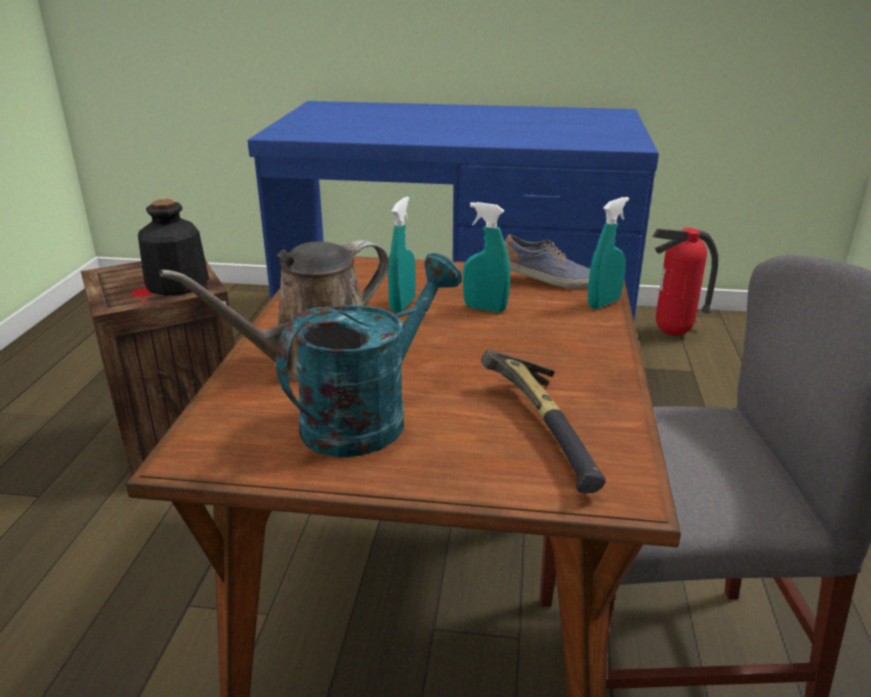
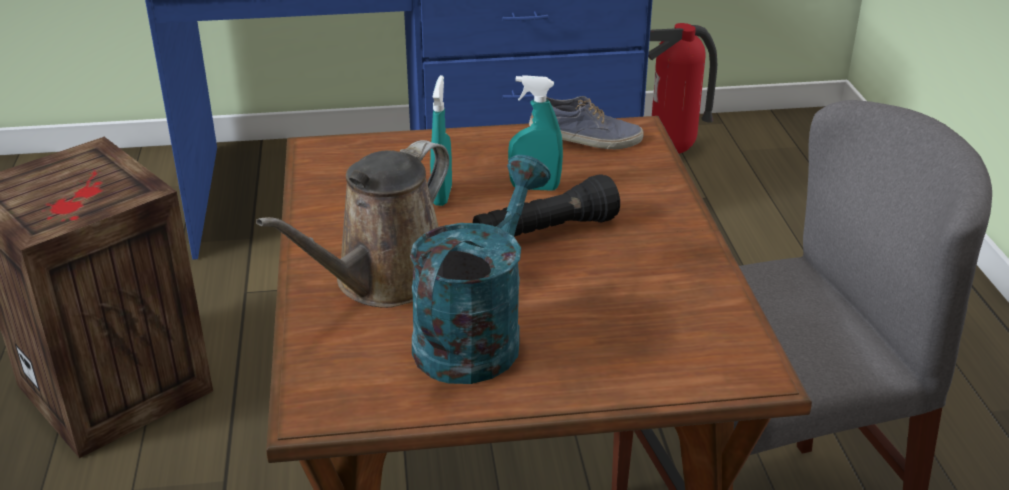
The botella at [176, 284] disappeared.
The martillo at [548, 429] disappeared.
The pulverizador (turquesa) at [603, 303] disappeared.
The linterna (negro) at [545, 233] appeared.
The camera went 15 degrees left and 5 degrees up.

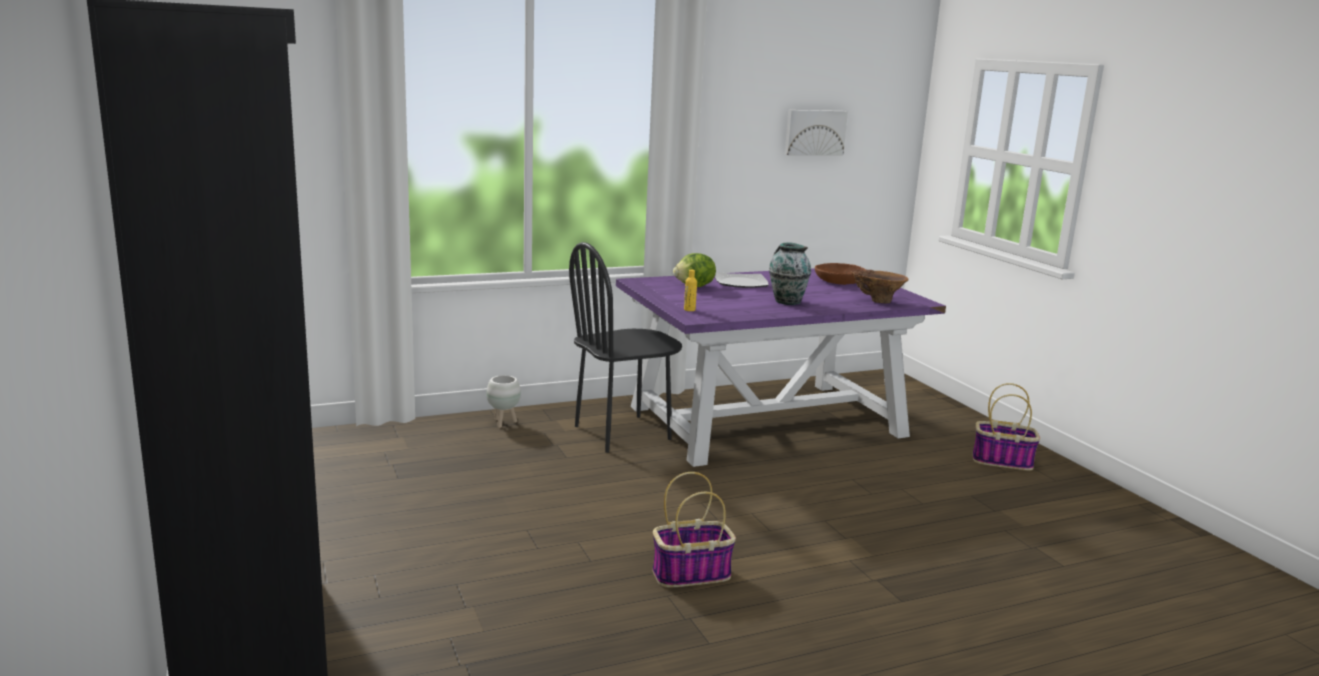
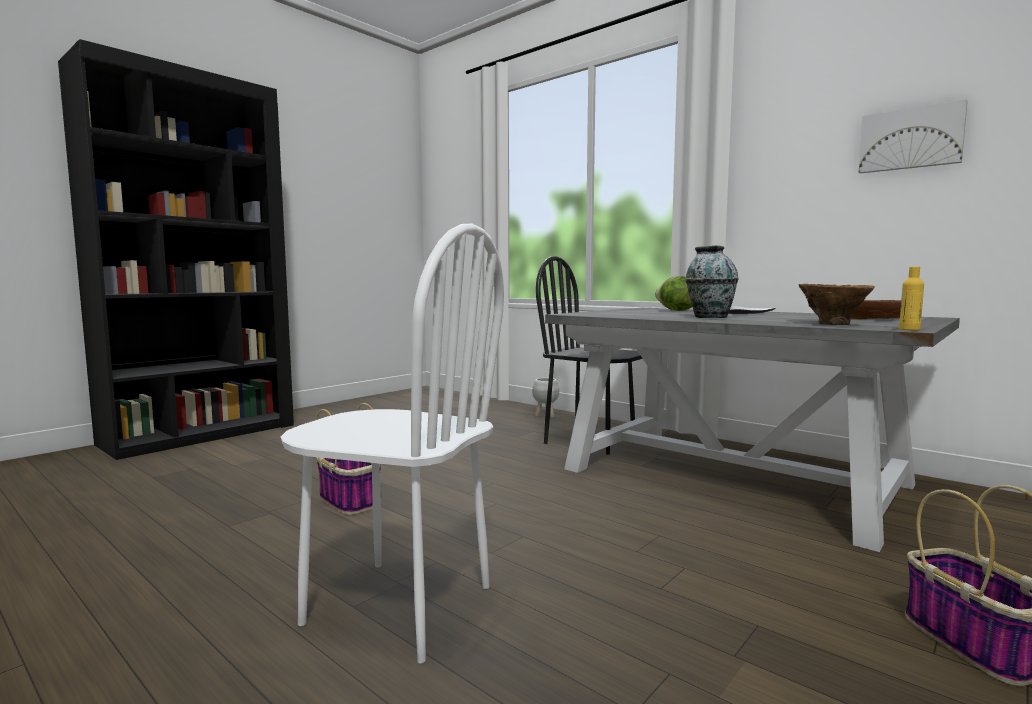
The silla (blanco) at [398, 605] appeared.
The botella (amarillo) moved from [689, 309] to [909, 329].
The mesa de comedor (morado) at [765, 421] became the mesa de comedor (gris) at [730, 476].
The camera went 65 degrees right and 10 degrees down.

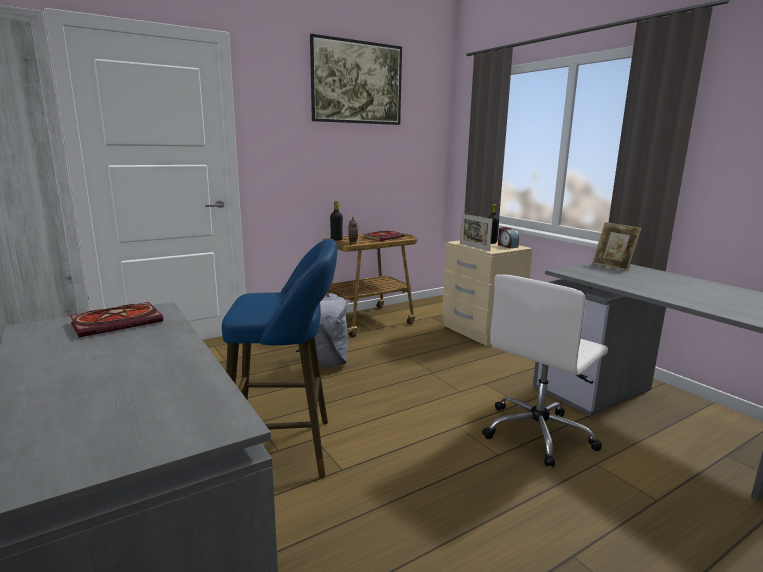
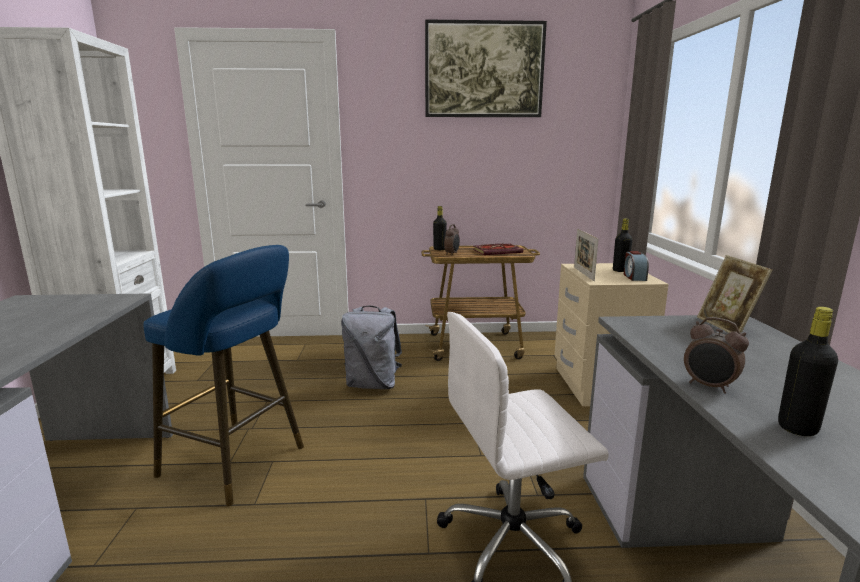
The libro at [119, 322] disappeared.
The despertador at [709, 386] appeared.
The botella (negro) at [797, 428] appeared.
The camera went 30 degrees right and 0 degrees up.

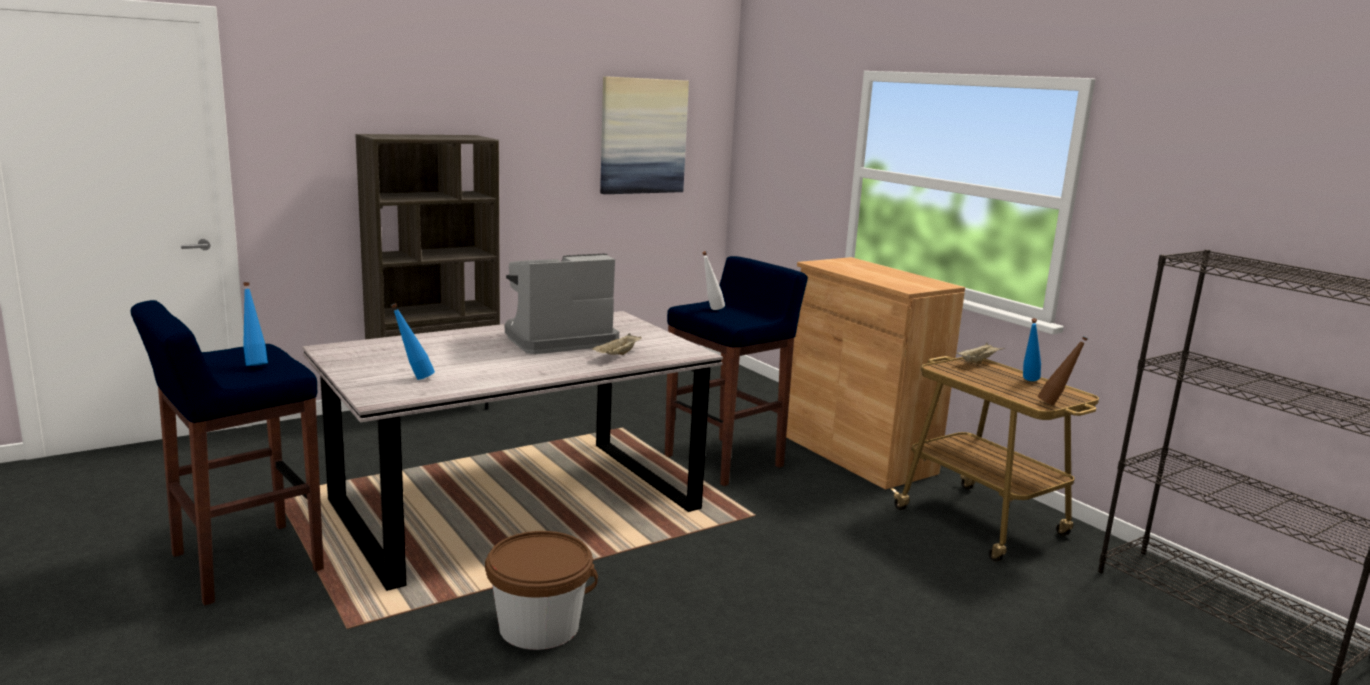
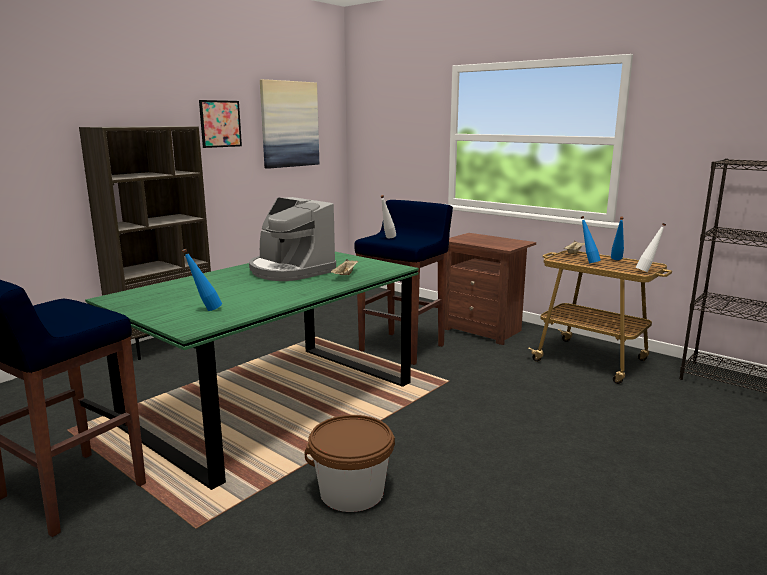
The cuadro at [220, 124] appeared.
The botella (azul) moved from [255, 364] to [588, 262].
The armario (marrón) at [857, 454] was replaced by the mesita de noche (marrón) at [484, 330].
The mesa de comedor (gris) at [517, 506] became the mesa de comedor (verde) at [275, 404].
The botella (marrón) at [1056, 404] became the botella (blanco) at [647, 271].
The cafetera at [557, 339] turned 90 degrees counterclockwise.
The camera went 15 degrees left and 0 degrees up.

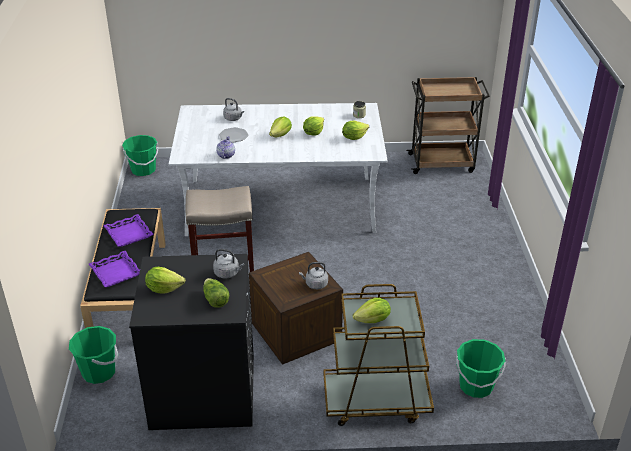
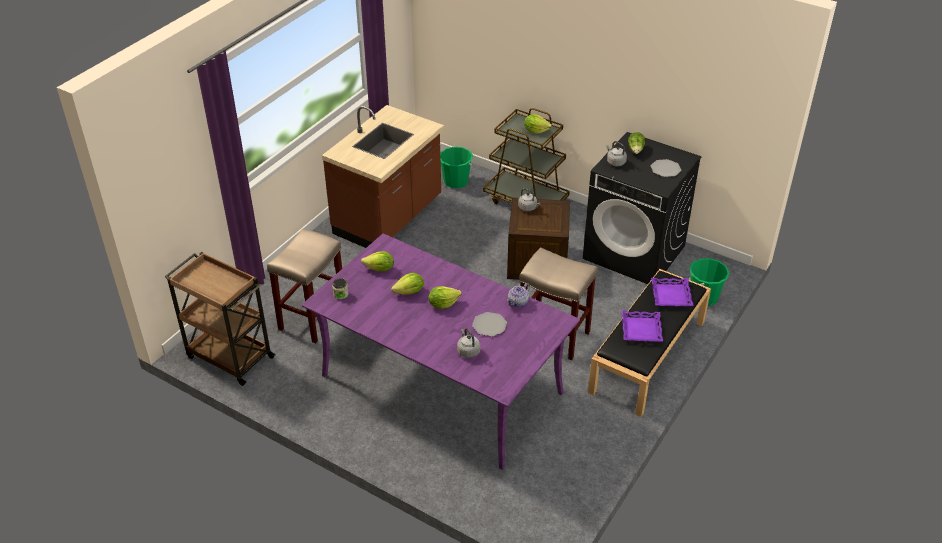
The cubo (verde) at [143, 170] disappeared.
The taburete (beis) at [313, 317] appeared.
The mueble bajo de cocina (marrón) at [389, 218] appeared.
The lechuga at [164, 288] was replaced by the plato at [665, 169].
The mesa de comedor (blanco) at [280, 206] became the mesa de comedor (morado) at [442, 384].
The camera went 145 degrees left and 5 degrees up.

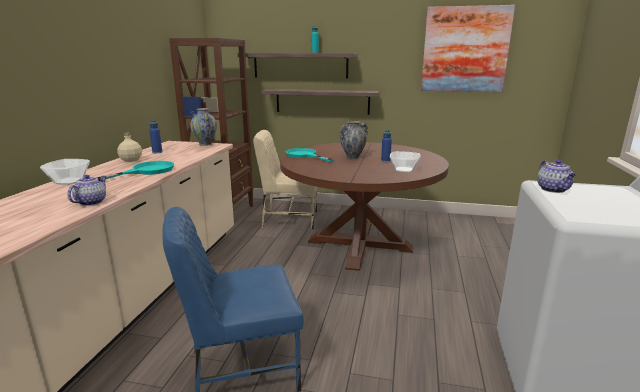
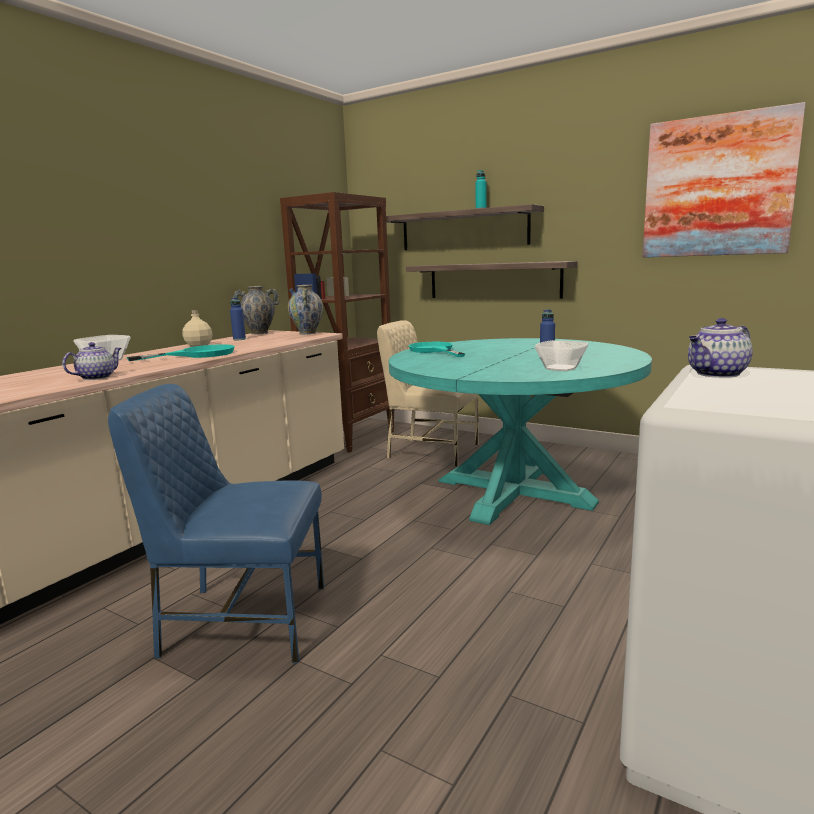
The florero moved from [352, 157] to [259, 333].
The mesa de comedor (marrón) at [359, 244] became the mesa de comedor (turquesa) at [513, 491].
The tetera at [553, 190] turned 45 degrees clockwise.
The camera went 20 degrees right and 5 degrees down.

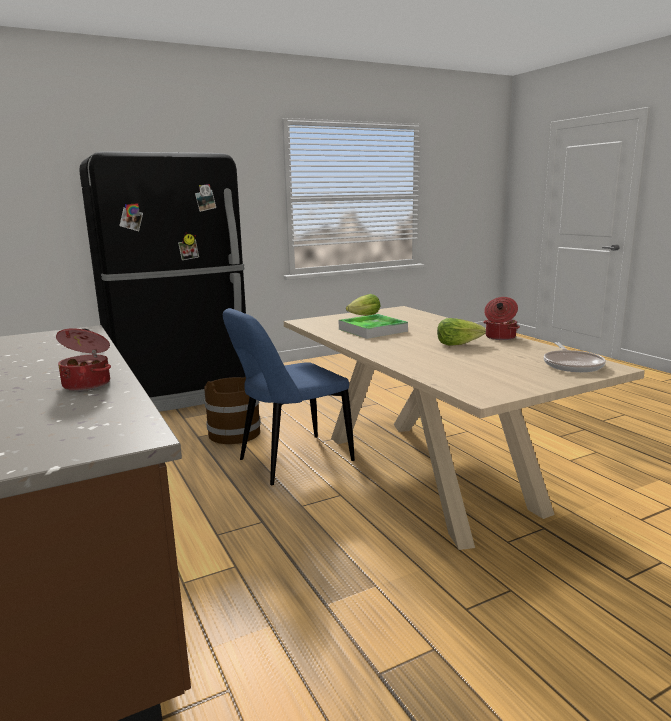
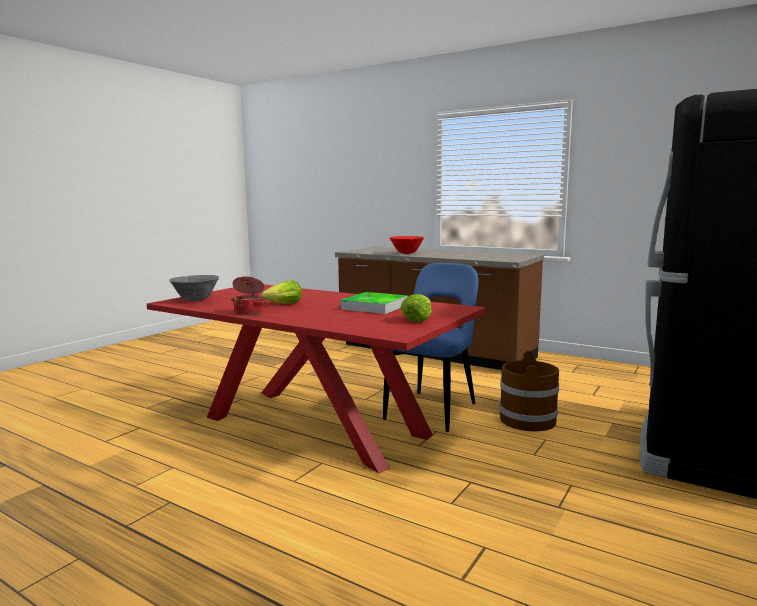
The olla at [88, 384] was replaced by the cuenco (rojo) at [407, 253].
The sartén at [572, 365] was replaced by the cuenco (gris) at [196, 300].
The mesa de comedor (beis) at [425, 471] became the mesa de comedor (rojo) at [315, 425].
The camera went 150 degrees right and 5 degrees down.

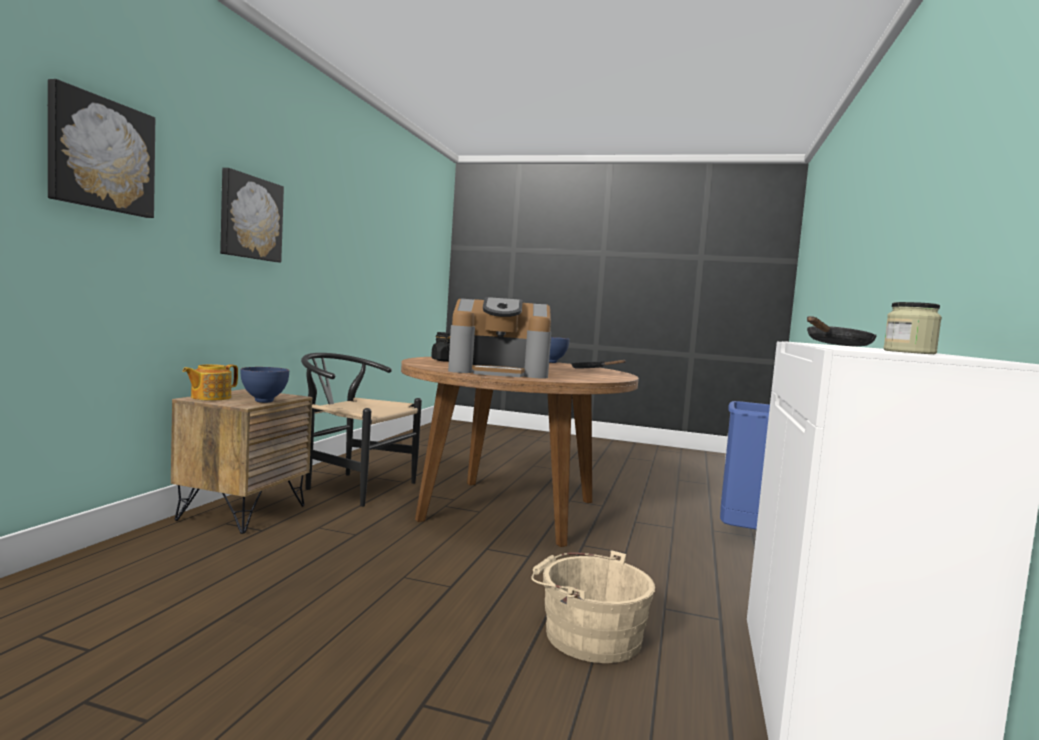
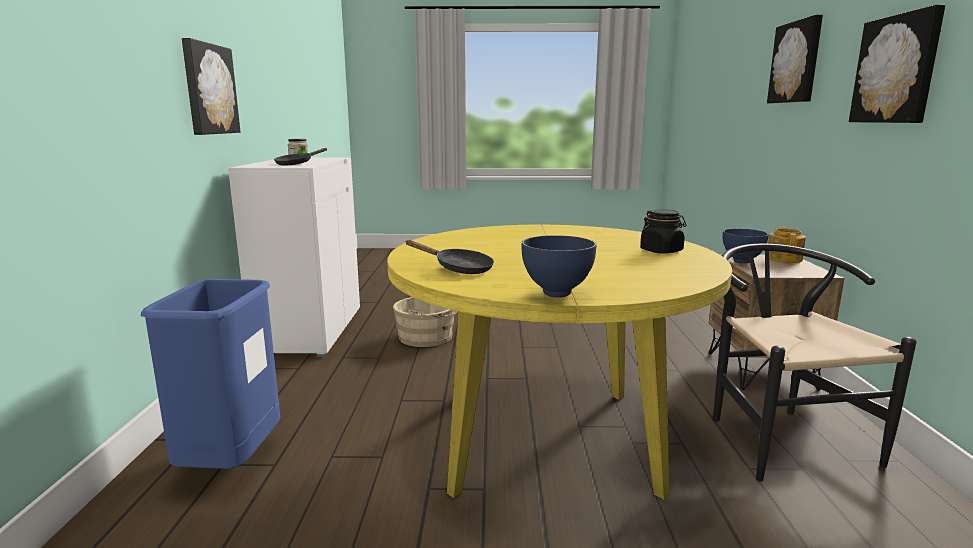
The cafetera at [499, 372] disappeared.
The cuadro at [208, 89] appeared.
The mesa de comedor (marrón) at [510, 510] became the mesa de comedor (amarillo) at [548, 438].
The silla (negro) at [352, 486] turned 105 degrees counterclockwise.
The camera went 165 degrees right and 10 degrees up.

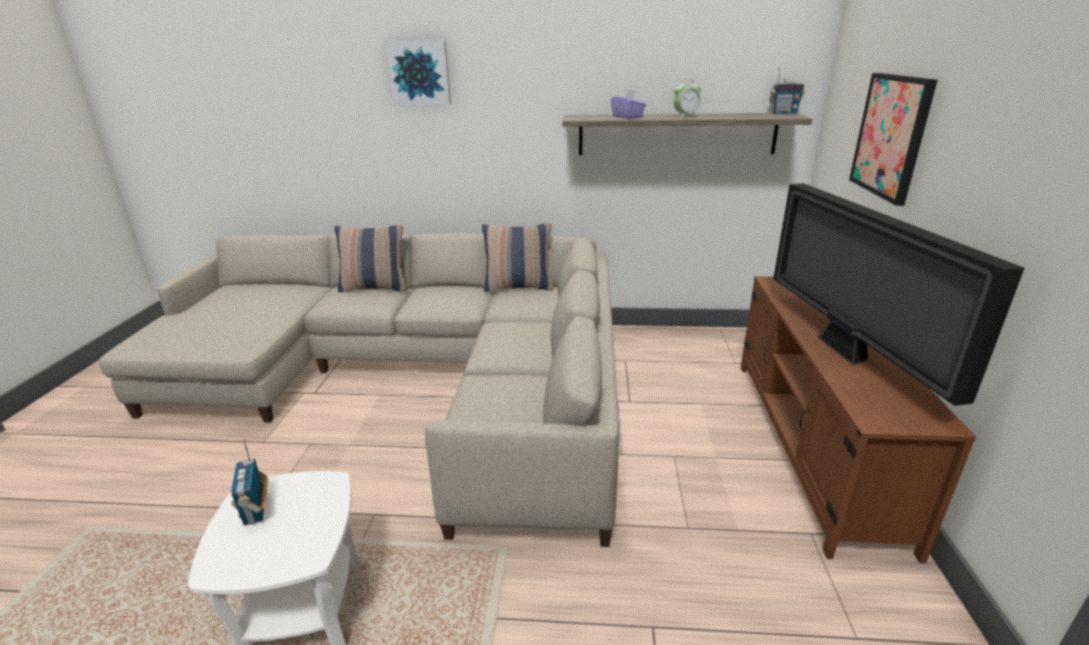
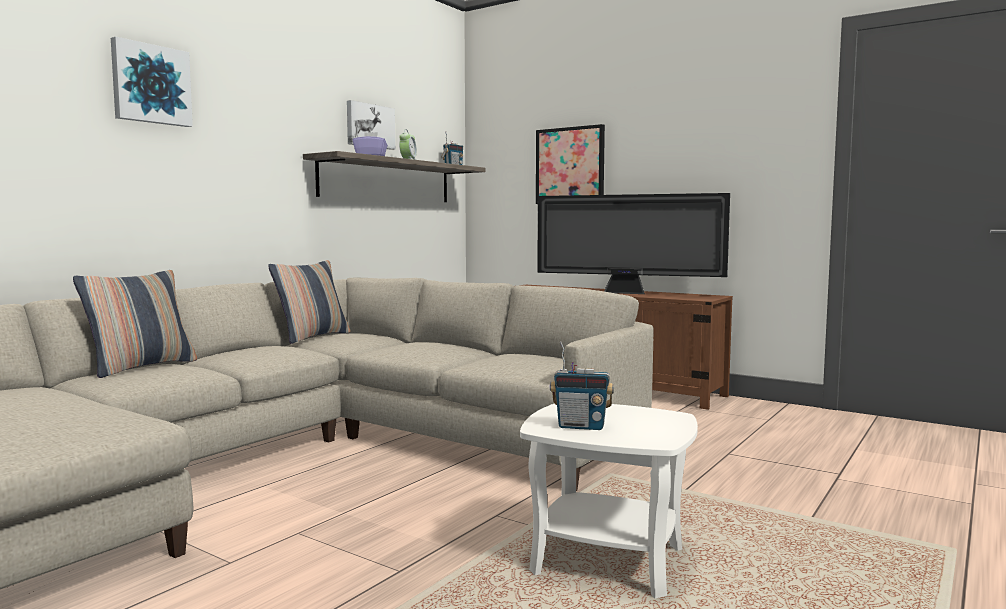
The cuadro at [369, 126] appeared.
The camera went 60 degrees left and 20 degrees down.

